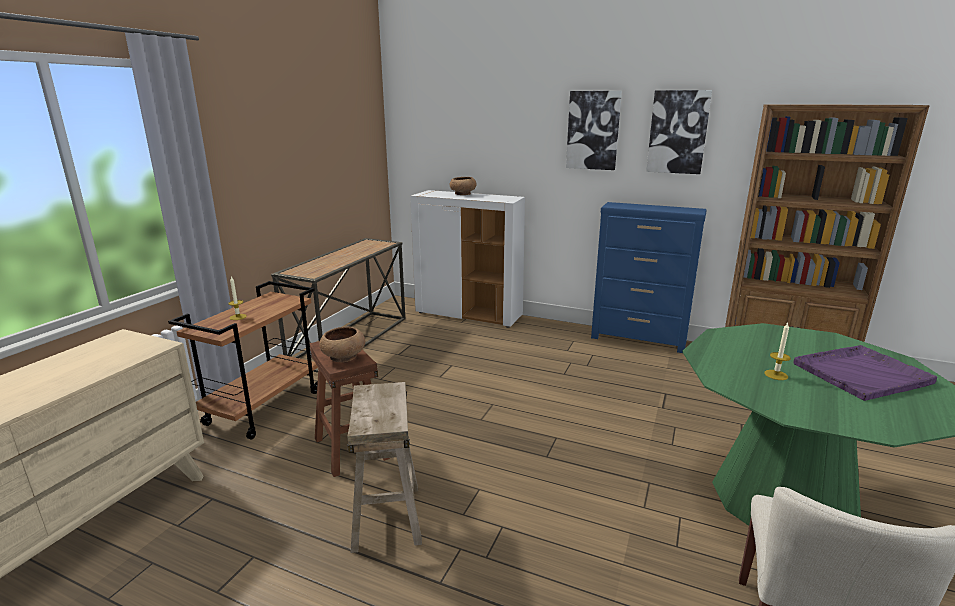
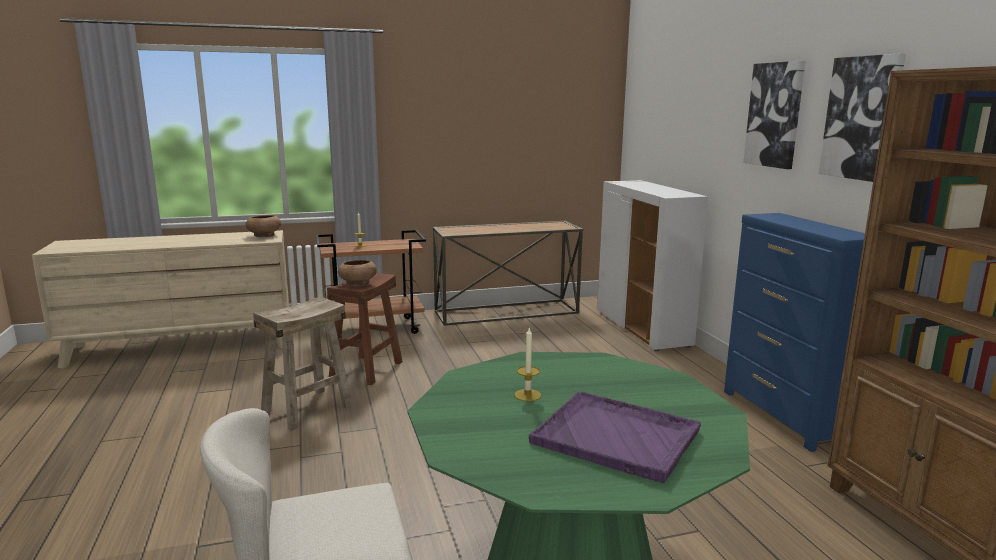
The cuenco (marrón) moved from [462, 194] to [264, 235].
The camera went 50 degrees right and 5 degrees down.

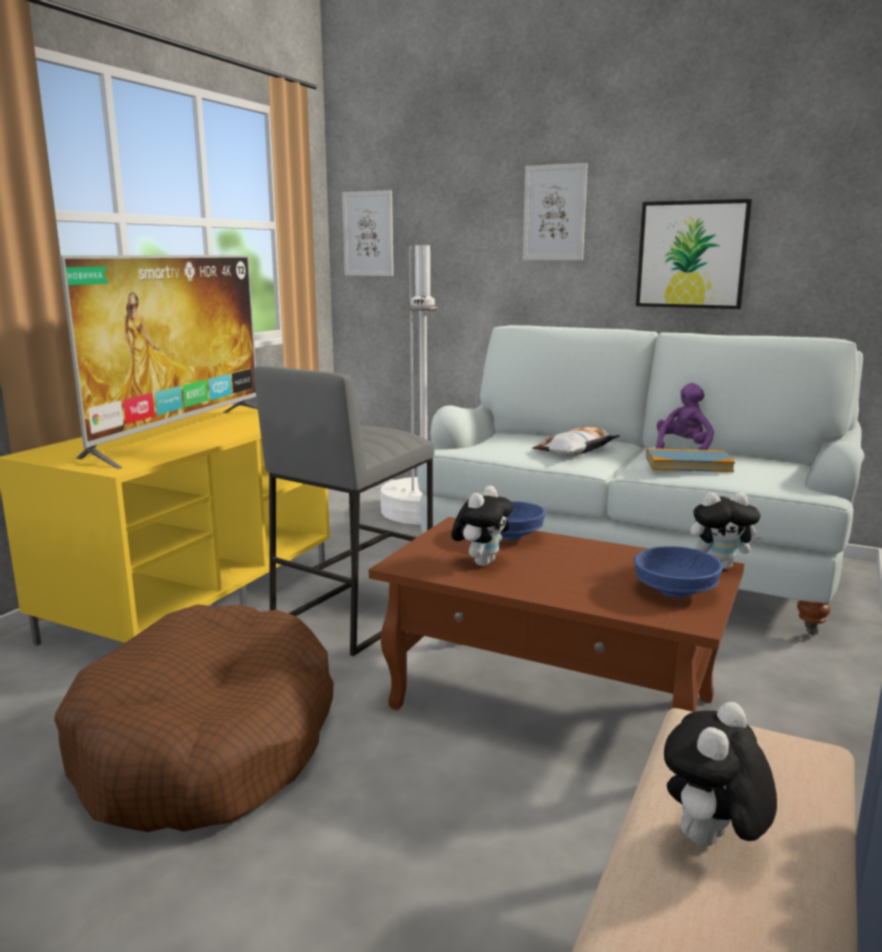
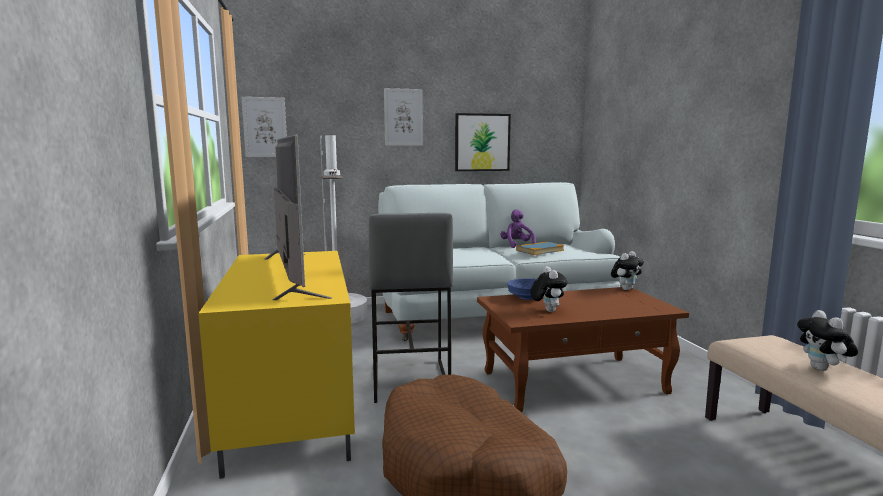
The cojín at [576, 450] disappeared.
The cuenco (azul) at [675, 591] disappeared.
The camera went 40 degrees left and 5 degrees down.

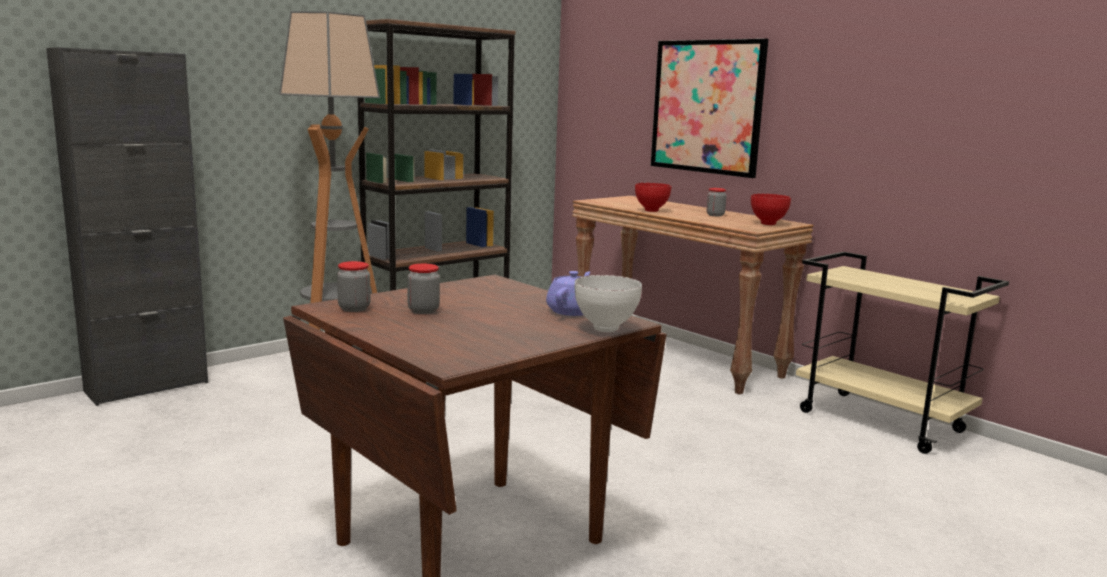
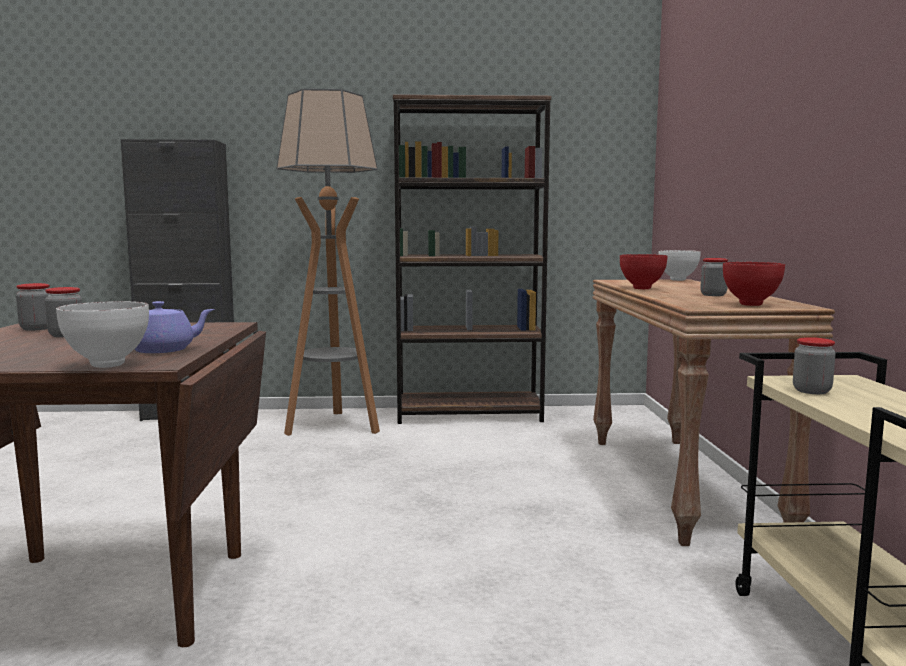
The cuadro at [707, 107] disappeared.
The cuenco (blanco) at [678, 280] appeared.
The tarro at [811, 391] appeared.
The camera went 40 degrees right and 5 degrees down.

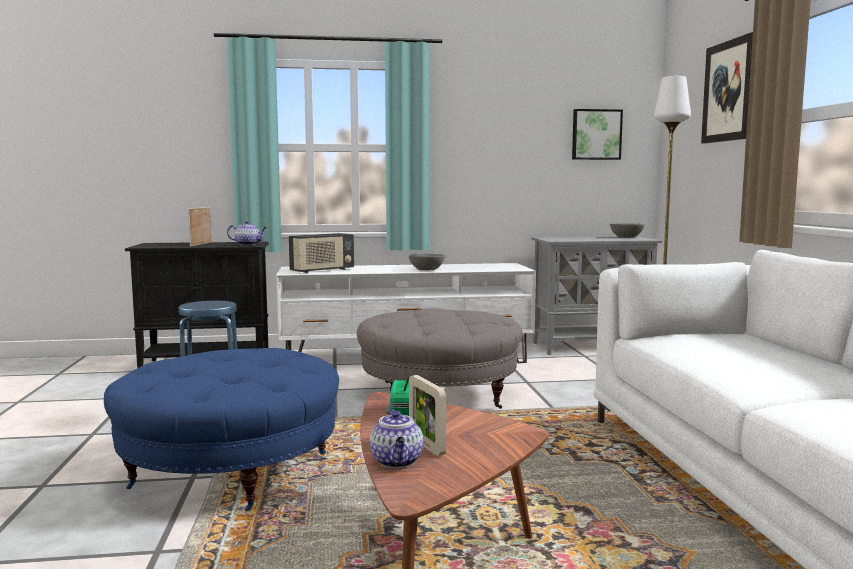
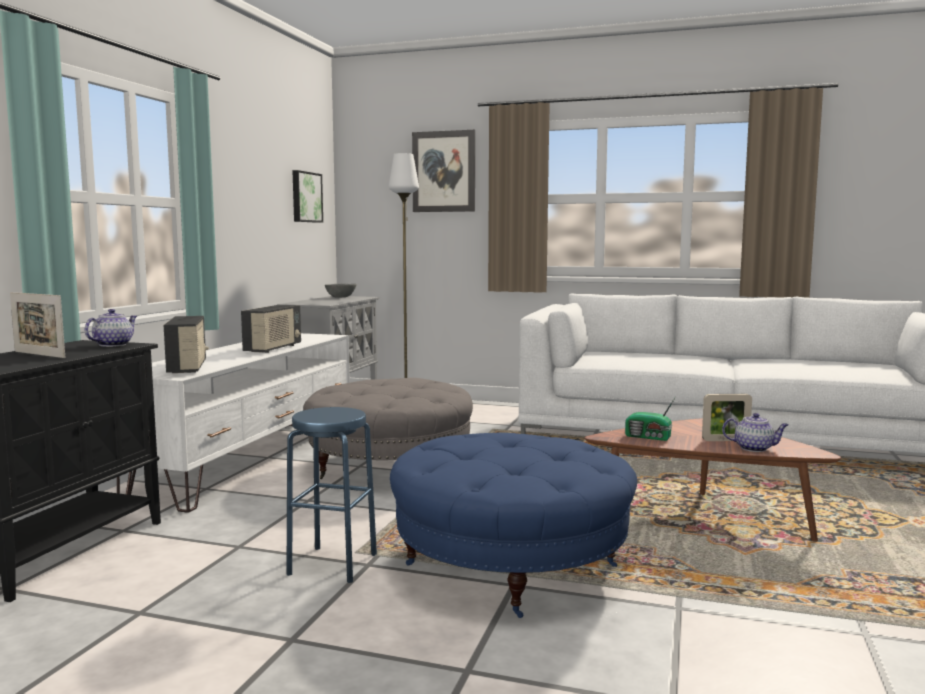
The cuenco (gris) at [426, 270] was replaced by the radio at [273, 348].
The camera went 65 degrees left and 0 degrees up.

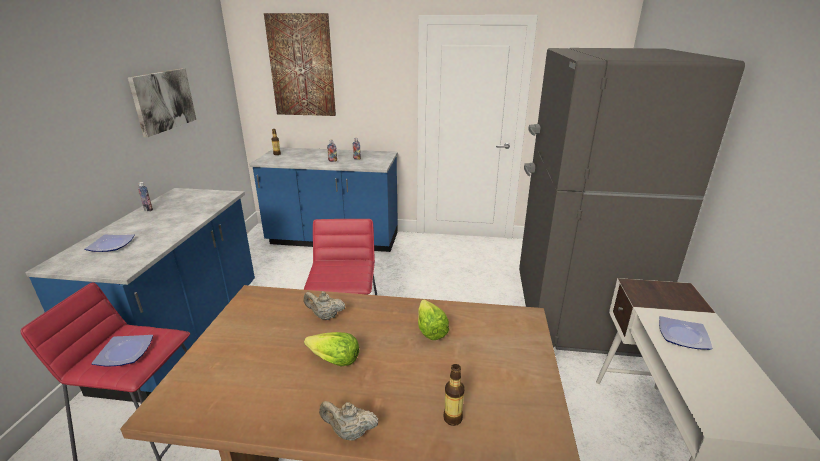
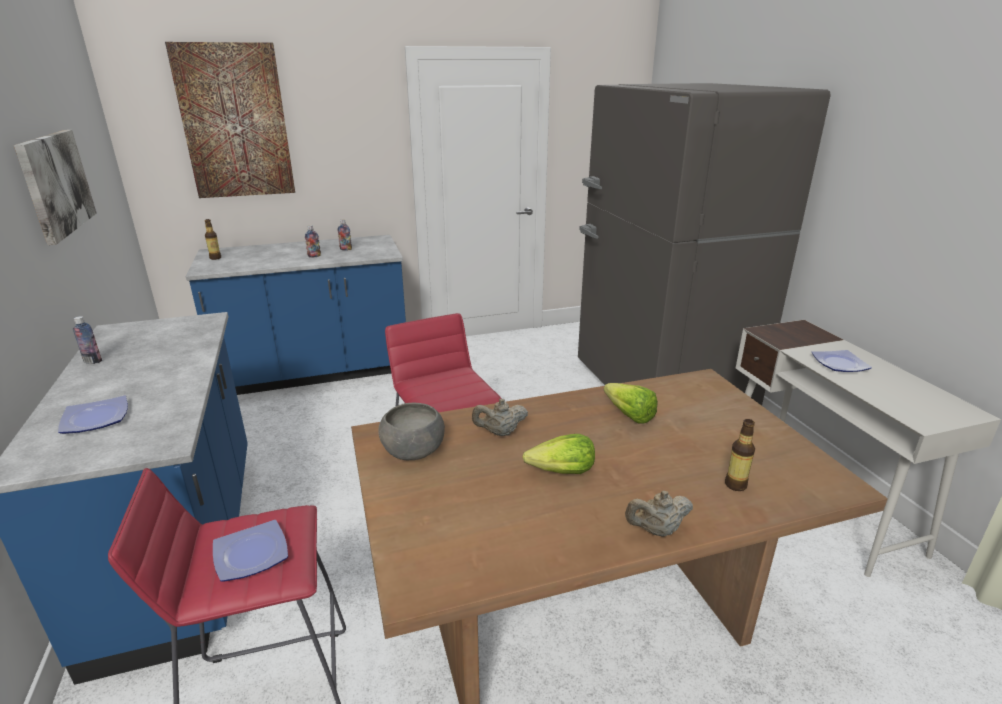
The cuenco (gris) at [413, 450] appeared.
The camera went 25 degrees left and 0 degrees up.

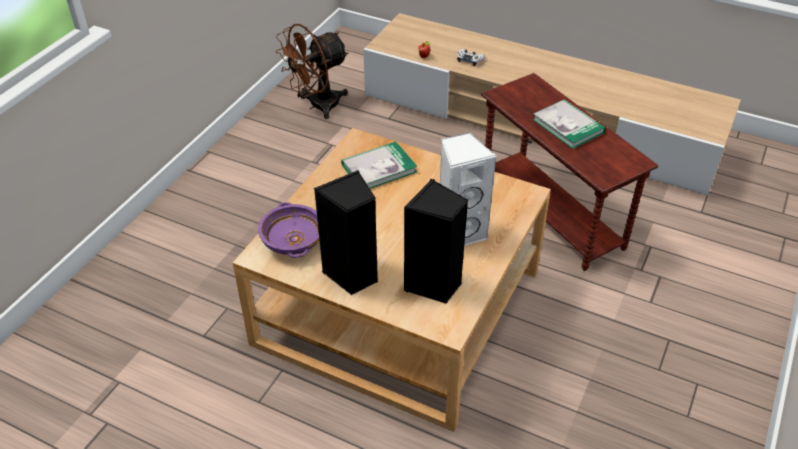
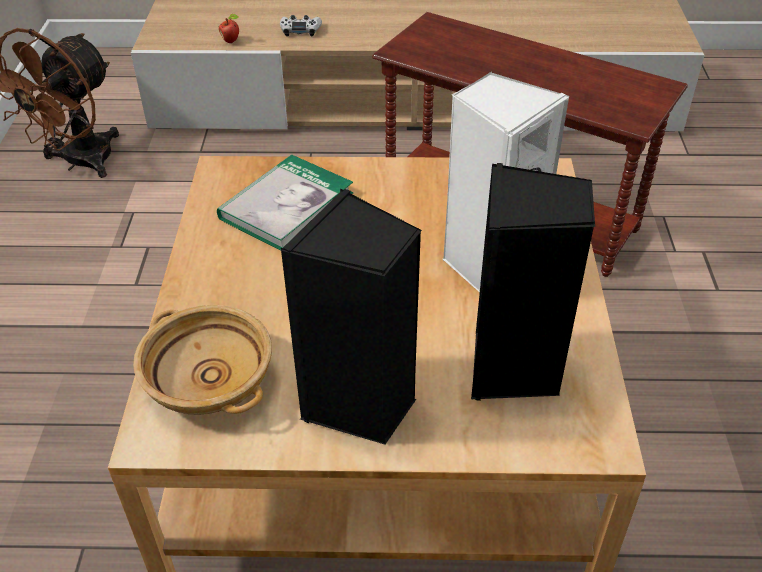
The libro at [568, 126] disappeared.
The cuenco (morado) at [292, 241] became the cuenco (beis) at [208, 381].
The camera went 25 degrees left and 0 degrees up.

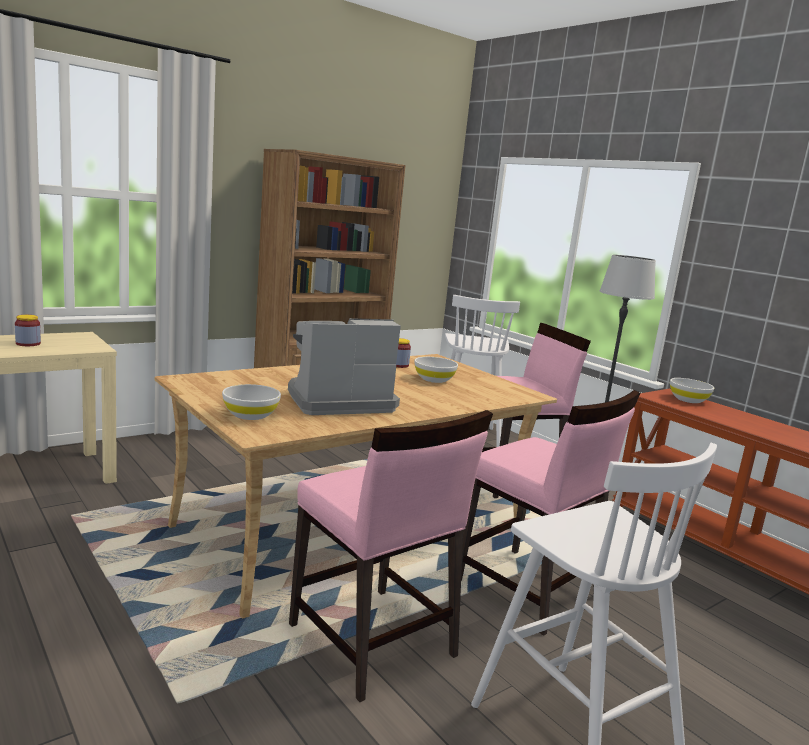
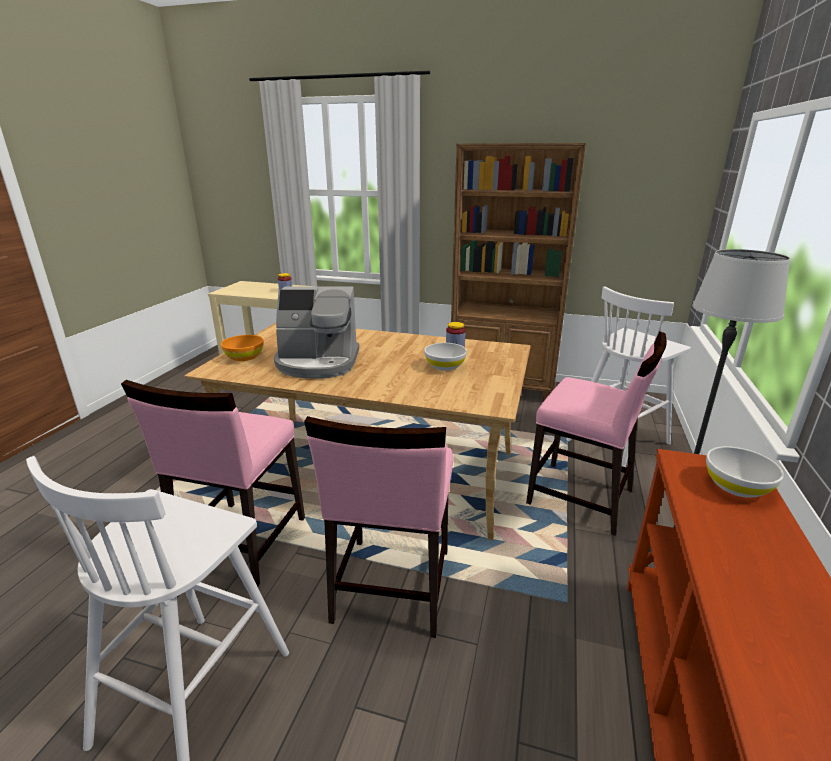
The cuenco (blanco) at [250, 415] became the cuenco (naranja) at [244, 357].
The cafetera at [338, 401] turned 150 degrees clockwise.
The camera went 55 degrees right and 10 degrees up.

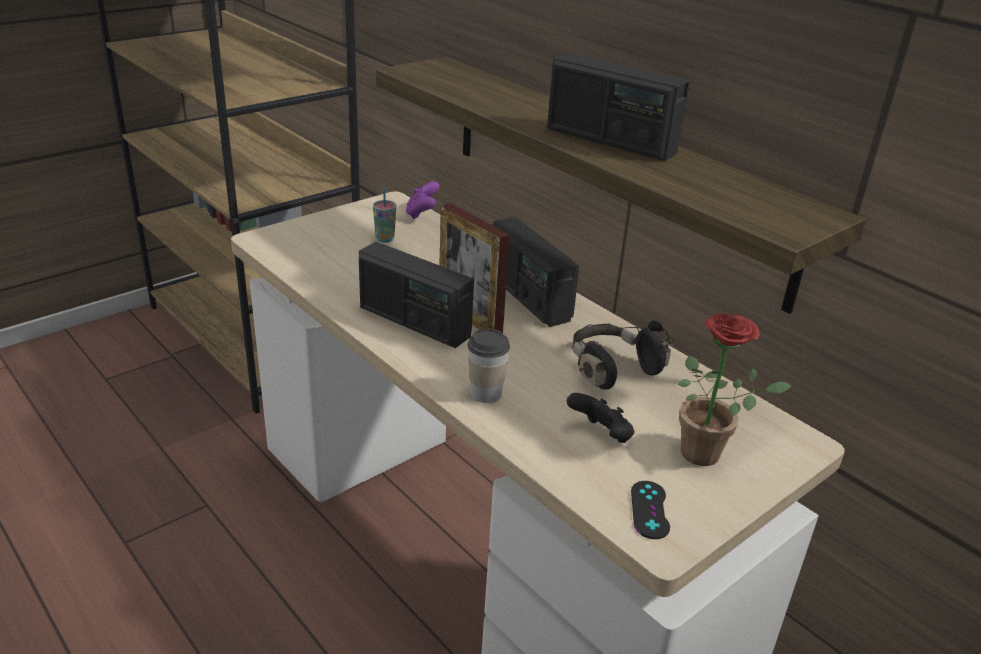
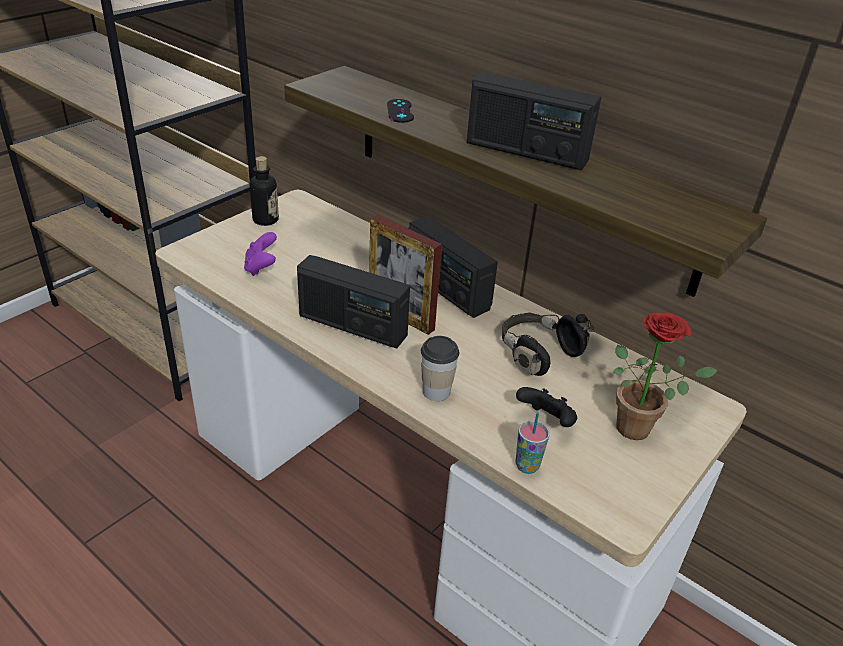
The botella at [265, 220] appeared.
The taza moved from [385, 239] to [527, 466].
The mando de consola (morado) moved from [422, 214] to [261, 267].
The mando de consola (negro) moved from [649, 510] to [400, 111].
The camera went 10 degrees left and 5 degrees up.

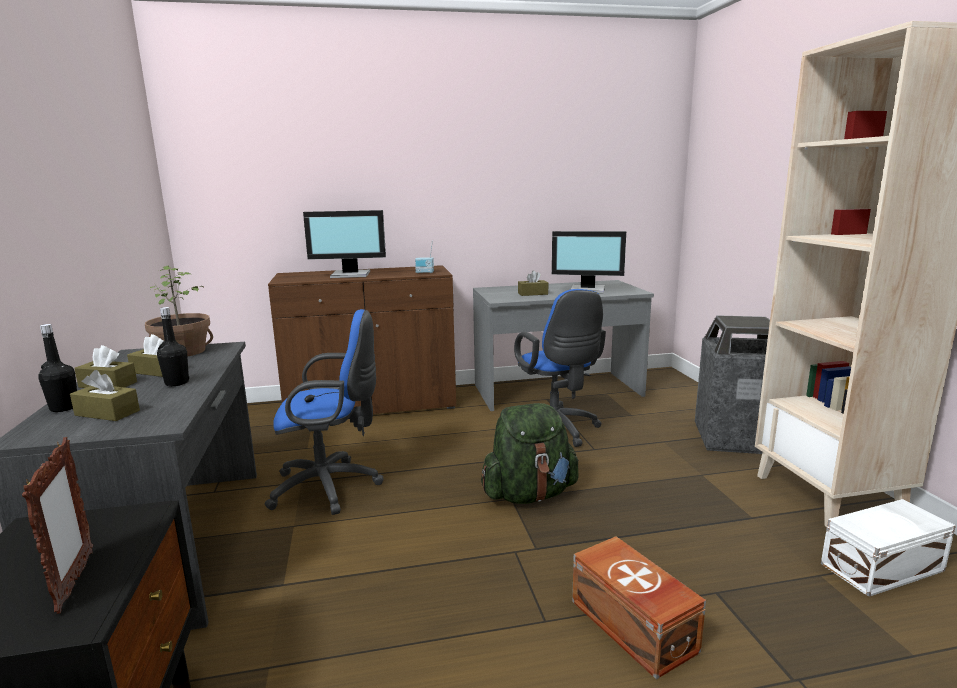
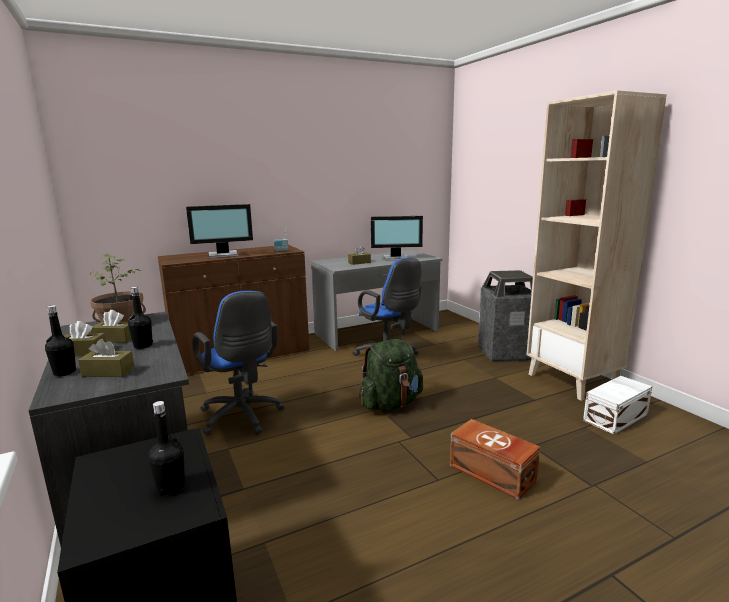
The portarretratos at [75, 581] was replaced by the botella (negro) at [171, 487].
The silla de oficina (azul) at [331, 487] turned 75 degrees clockwise.
The camera went 15 degrees left and 0 degrees up.

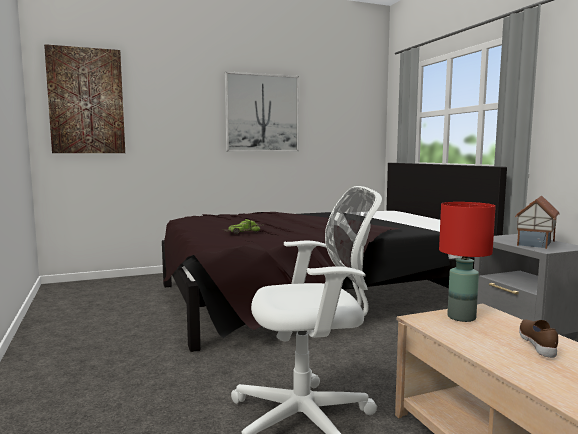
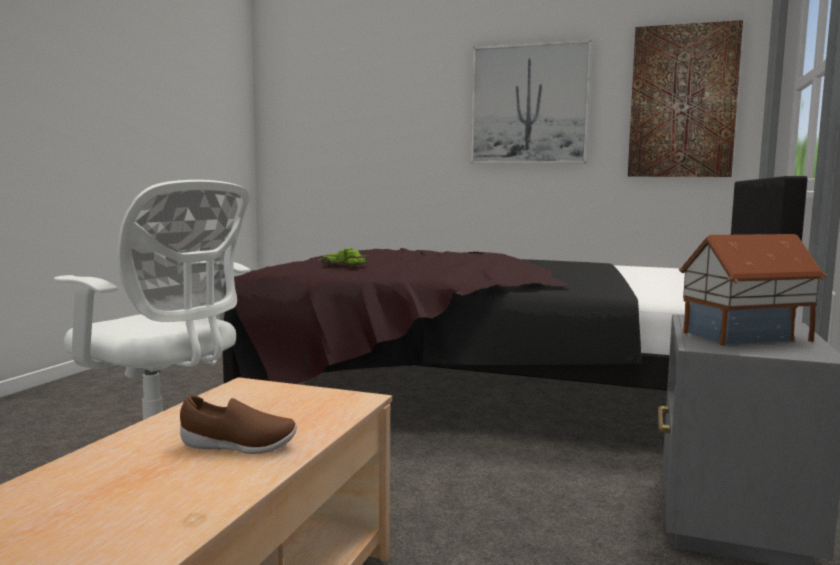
The lámpara de mesa (rojo) at [461, 317] disappeared.
The cuadro moved from [86, 101] to [682, 101].
The zapato (marrón) at [538, 345] turned 45 degrees clockwise.
The camera went 40 degrees right and 0 degrees up.

